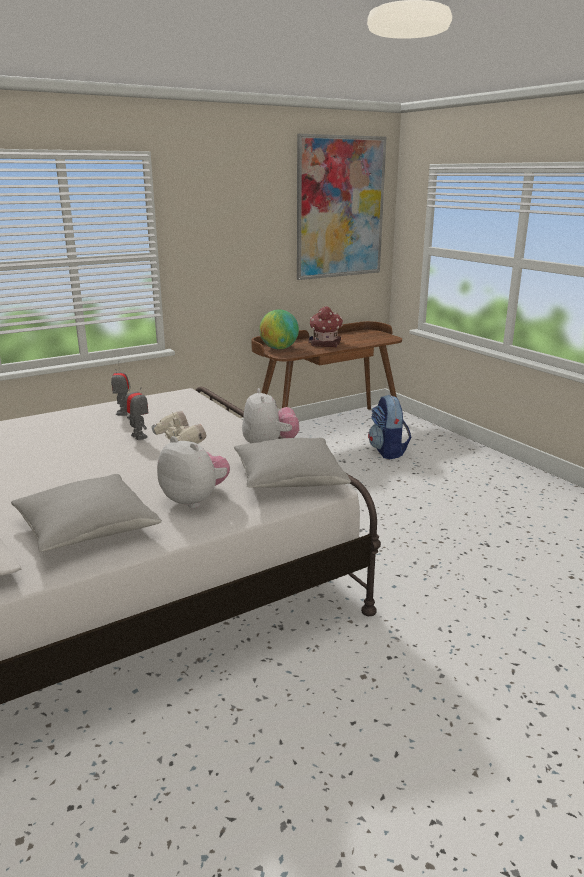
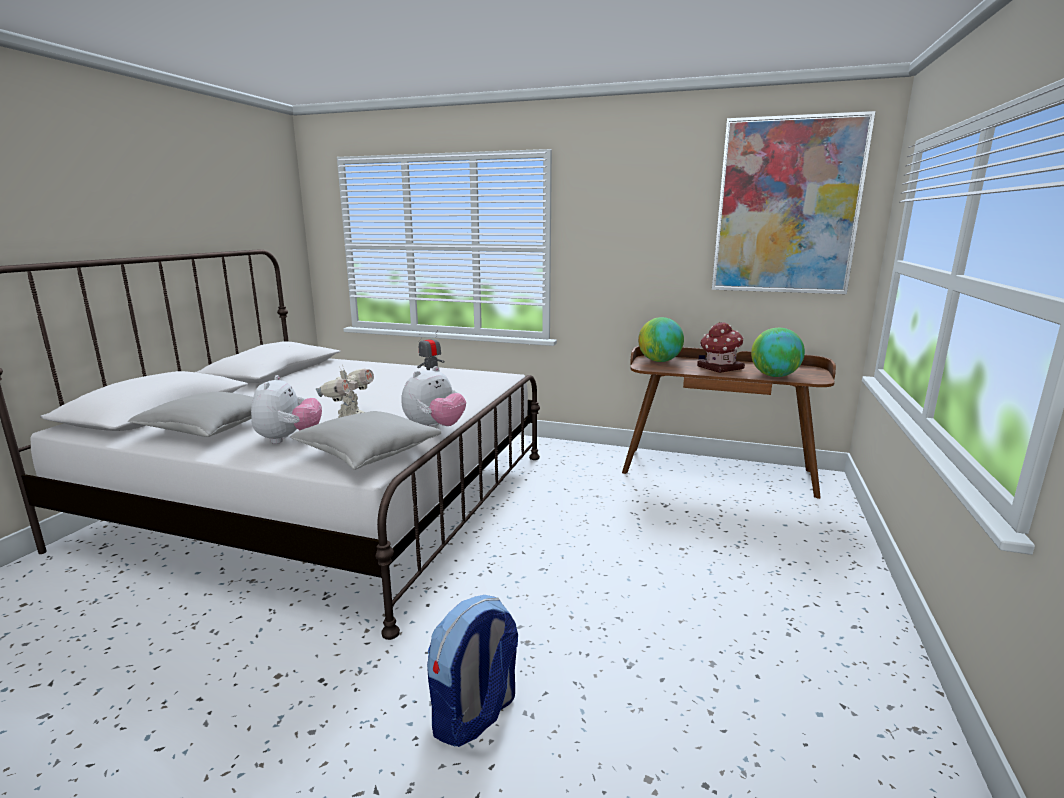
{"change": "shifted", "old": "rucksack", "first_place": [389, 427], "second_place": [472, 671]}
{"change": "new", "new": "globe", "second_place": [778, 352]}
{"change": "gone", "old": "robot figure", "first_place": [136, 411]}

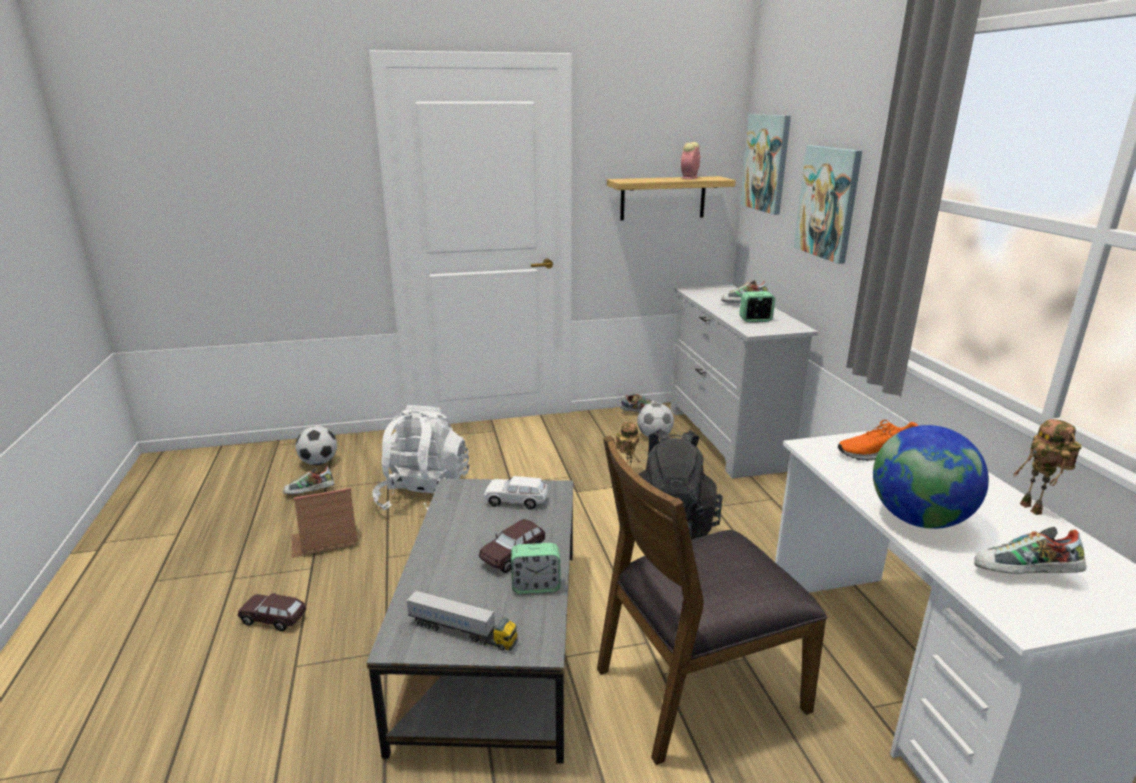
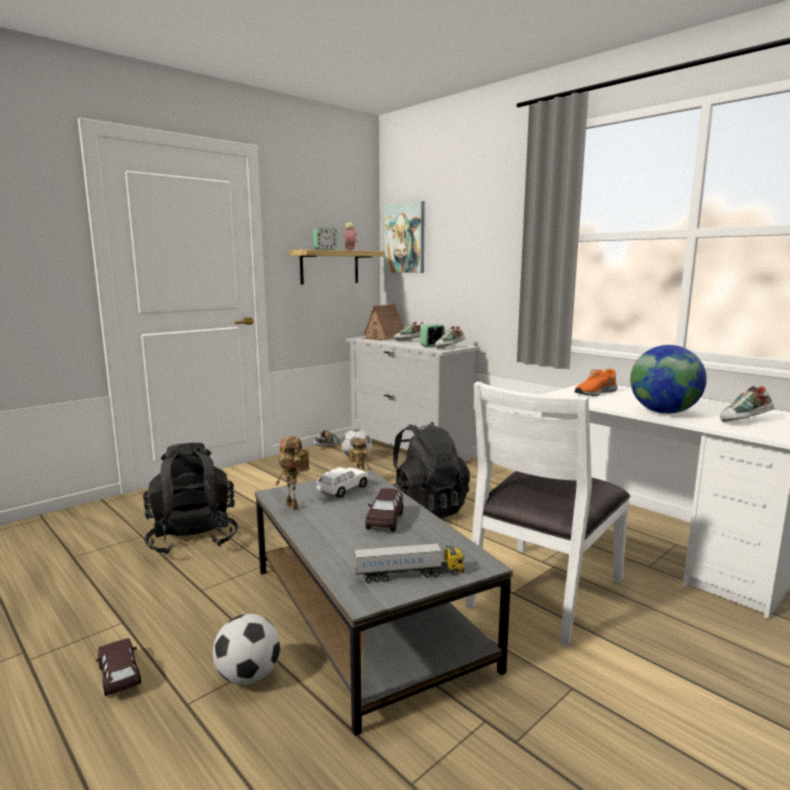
{"change": "rotated", "old": "brownish toy car", "first_place": [272, 612], "second_place": [118, 667], "degrees": 75}
{"change": "repainted", "old": "white rucksack", "new": "black-coloured rucksack", "first_place": [421, 457], "second_place": [190, 499]}
{"change": "shifted", "old": "football ball", "first_place": [316, 445], "second_place": [246, 649]}
{"change": "shifted", "old": "robot figure", "first_place": [1047, 467], "second_place": [292, 473]}
{"change": "shifted", "old": "bedside clock", "first_place": [535, 568], "second_place": [325, 239]}
{"change": "rotated", "old": "white toy car", "first_place": [516, 493], "second_place": [342, 482], "degrees": 150}
{"change": "shifted", "old": "miniature house", "first_place": [324, 523], "second_place": [382, 322]}
{"change": "shifted", "old": "item of footwear", "first_place": [309, 480], "second_place": [450, 337]}
{"change": "repainted", "old": "brownish chair", "new": "white chair", "first_place": [712, 600], "second_place": [548, 514]}
{"change": "gone", "old": "wall picture", "first_place": [828, 204]}

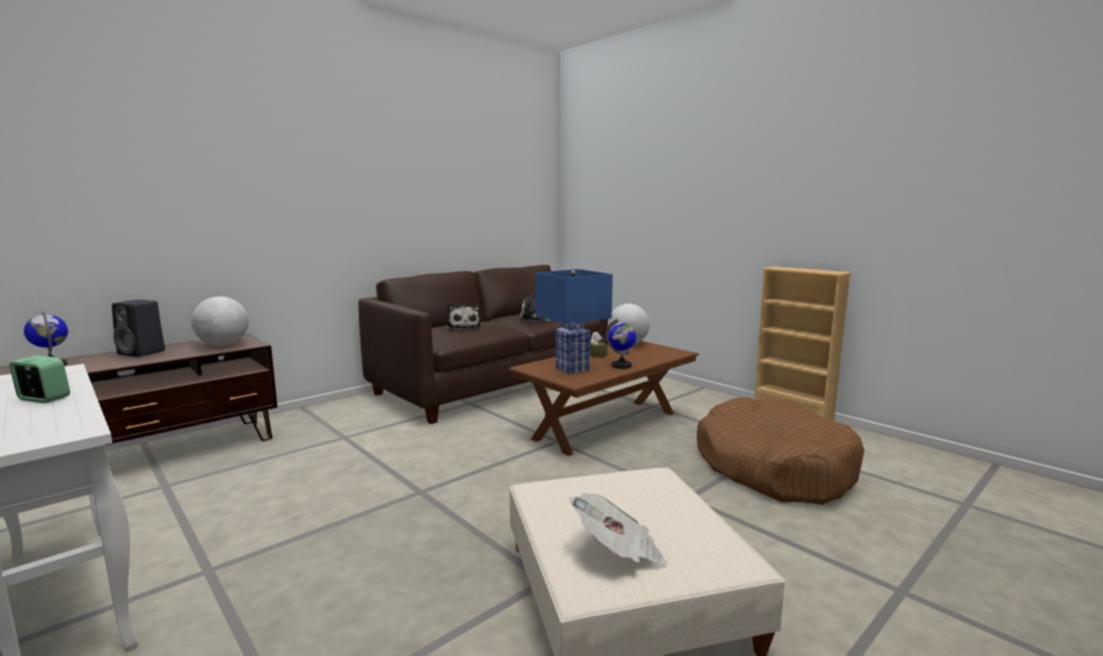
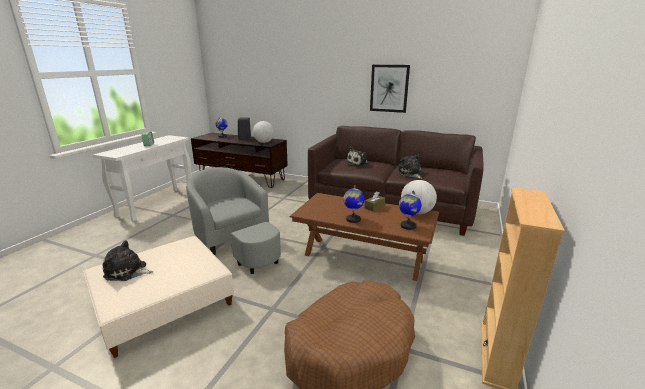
{"change": "swapped", "old": "printed paper", "new": "soft toy", "first_place": [618, 528], "second_place": [127, 260]}
{"change": "new", "new": "gray lounge chair", "second_place": [233, 220]}
{"change": "new", "new": "wall picture", "second_place": [390, 89]}
{"change": "new", "new": "globe", "second_place": [410, 210]}
{"change": "gone", "old": "blue-coloured table lamp", "first_place": [574, 321]}

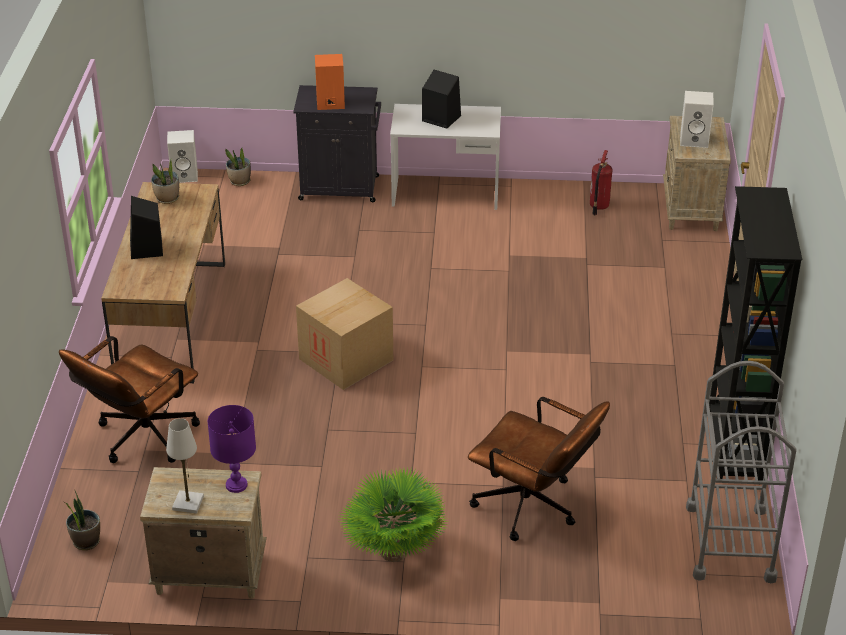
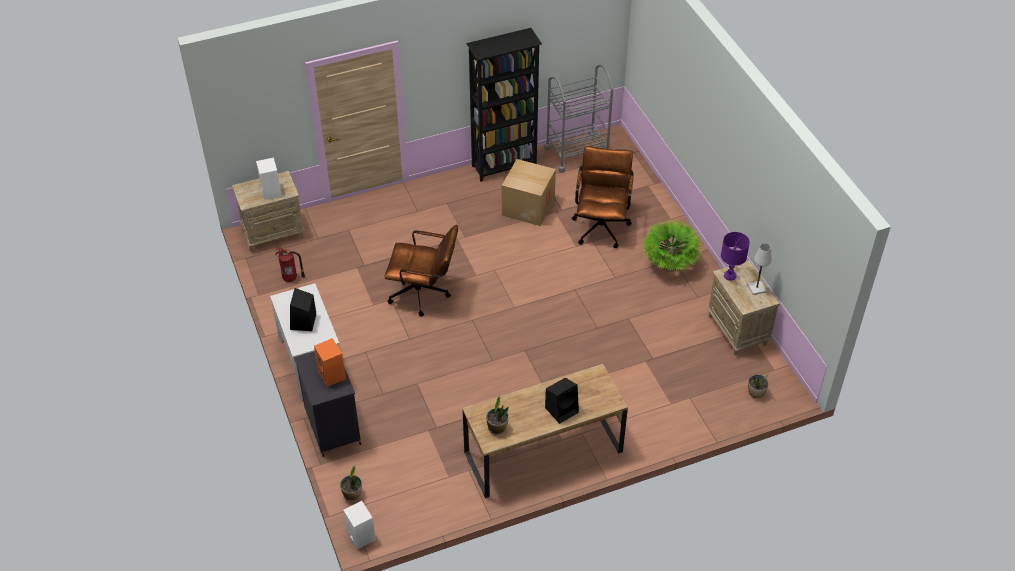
{"change": "shifted", "old": "brownish office chair", "first_place": [129, 399], "second_place": [421, 270]}
{"change": "shifted", "old": "cardboard box", "first_place": [344, 334], "second_place": [529, 192]}

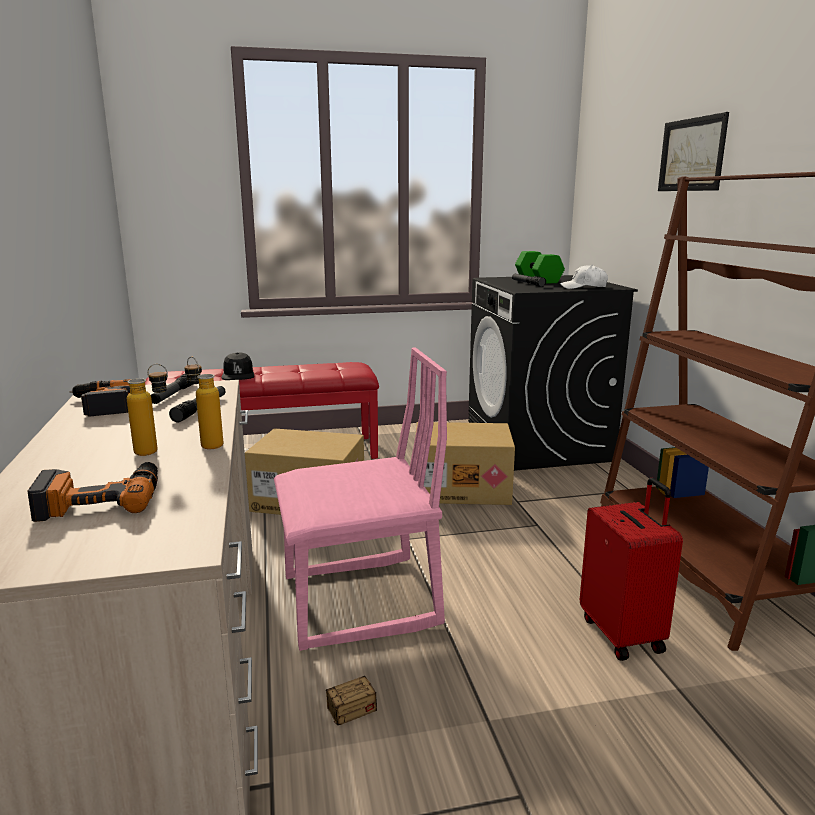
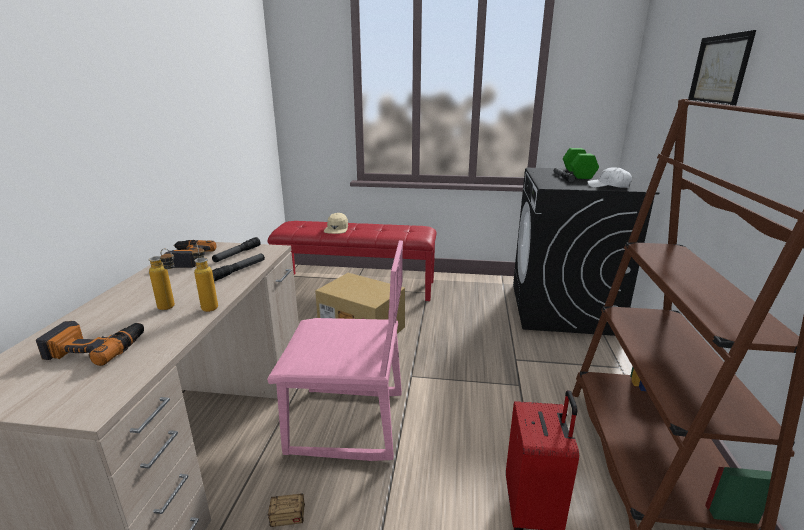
{"change": "repainted", "old": "black-coloured cap", "new": "beige-coloured cap", "first_place": [237, 366], "second_place": [336, 223]}
{"change": "gone", "old": "cardboard box", "first_place": [465, 463]}

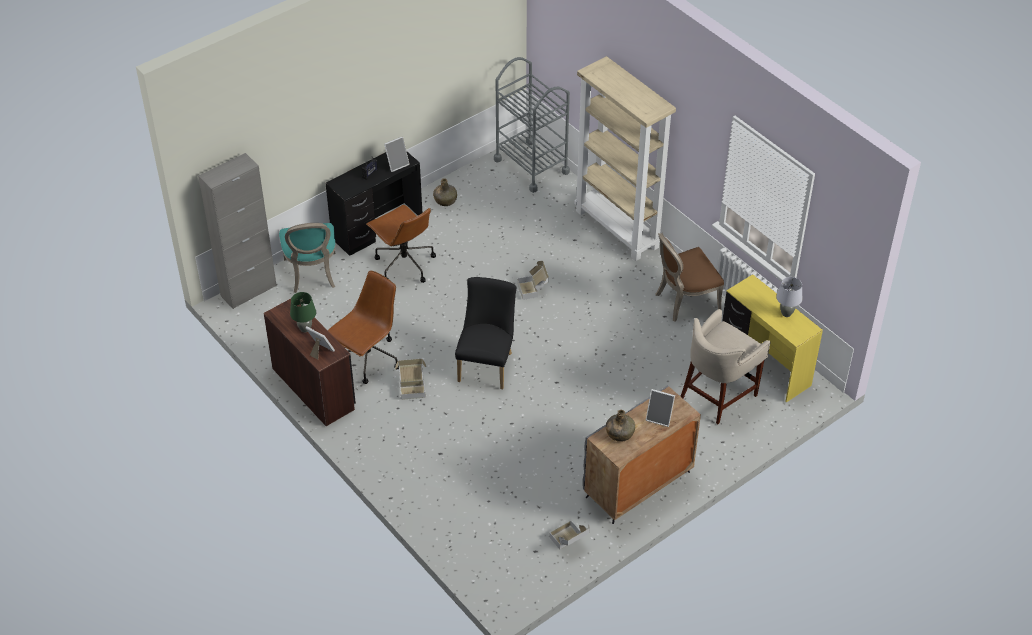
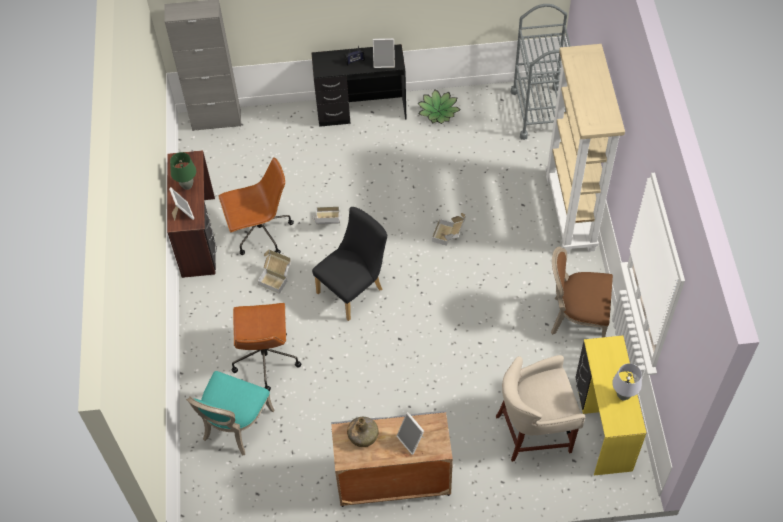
{"change": "shifted", "old": "turquoise chair", "first_place": [307, 258], "second_place": [230, 413]}
{"change": "shifted", "old": "brownish office chair", "first_place": [401, 244], "second_place": [266, 347]}
{"change": "shifted", "old": "cardboard box", "first_place": [569, 535], "second_place": [327, 215]}
{"change": "swapped", "old": "green drink bottle", "new": "plant in a pot", "first_place": [445, 192], "second_place": [439, 107]}

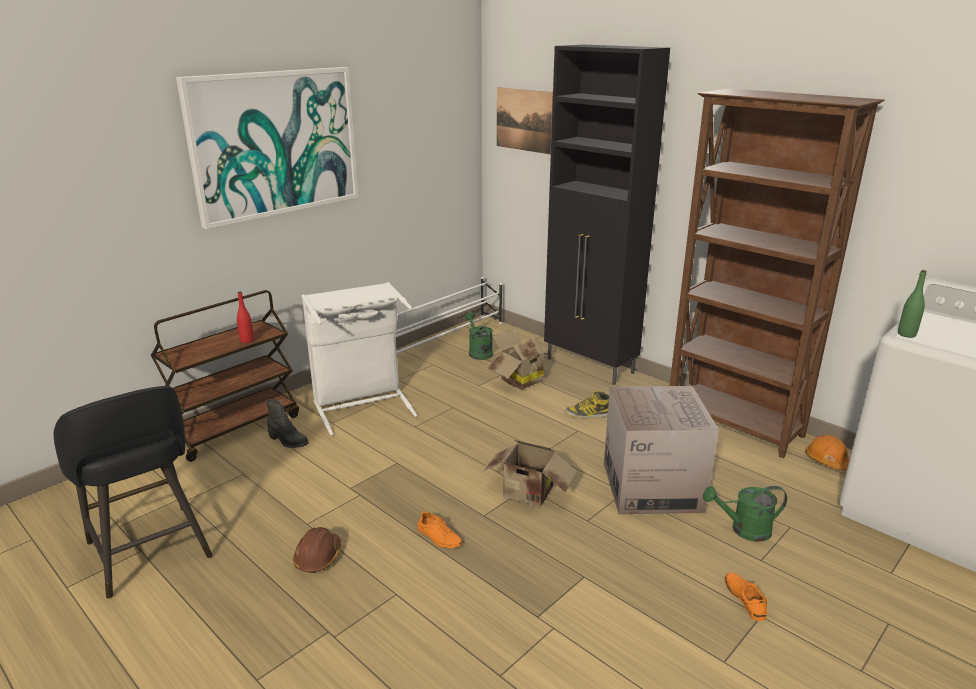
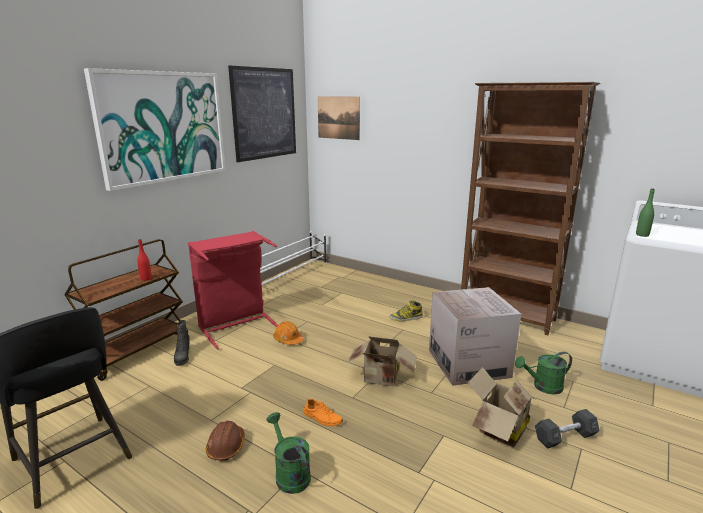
{"change": "rotated", "old": "black-coloured high-top boot", "first_place": [287, 423], "second_place": [182, 343], "degrees": 60}
{"change": "repainted", "old": "white washing basket", "new": "red-coloured washing basket", "first_place": [359, 359], "second_place": [233, 290]}
{"change": "new", "new": "wall picture", "second_place": [262, 114]}
{"change": "shifted", "old": "green watering pot", "first_place": [479, 336], "second_place": [288, 453]}
{"change": "shifted", "old": "orange-coloured work helmet", "first_place": [827, 453], "second_place": [288, 333]}
{"change": "shifted", "old": "cardboard box", "first_place": [521, 359], "second_place": [500, 407]}
{"change": "swapped", "old": "orange-coloured item of footwear", "new": "gray dumbbell", "first_place": [746, 596], "second_place": [567, 429]}
{"change": "gone", "old": "black-coloured cabinet", "first_place": [607, 215]}

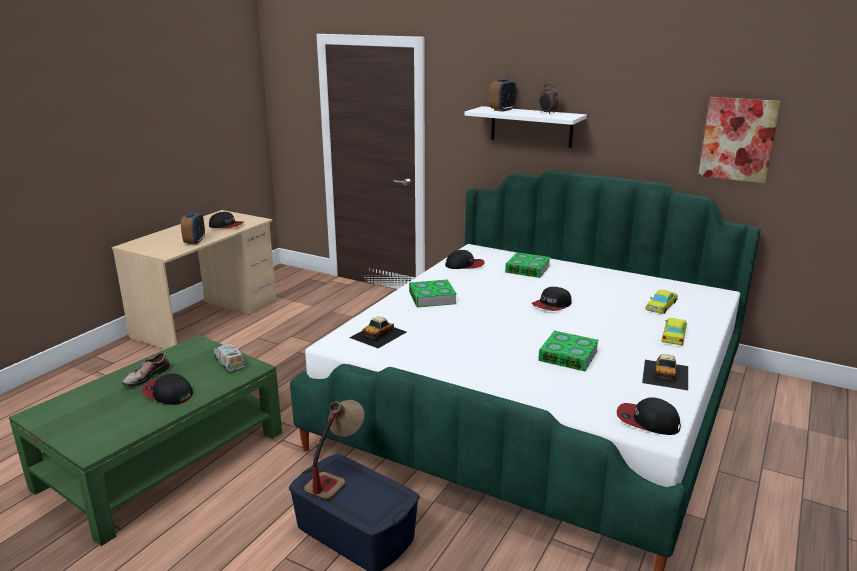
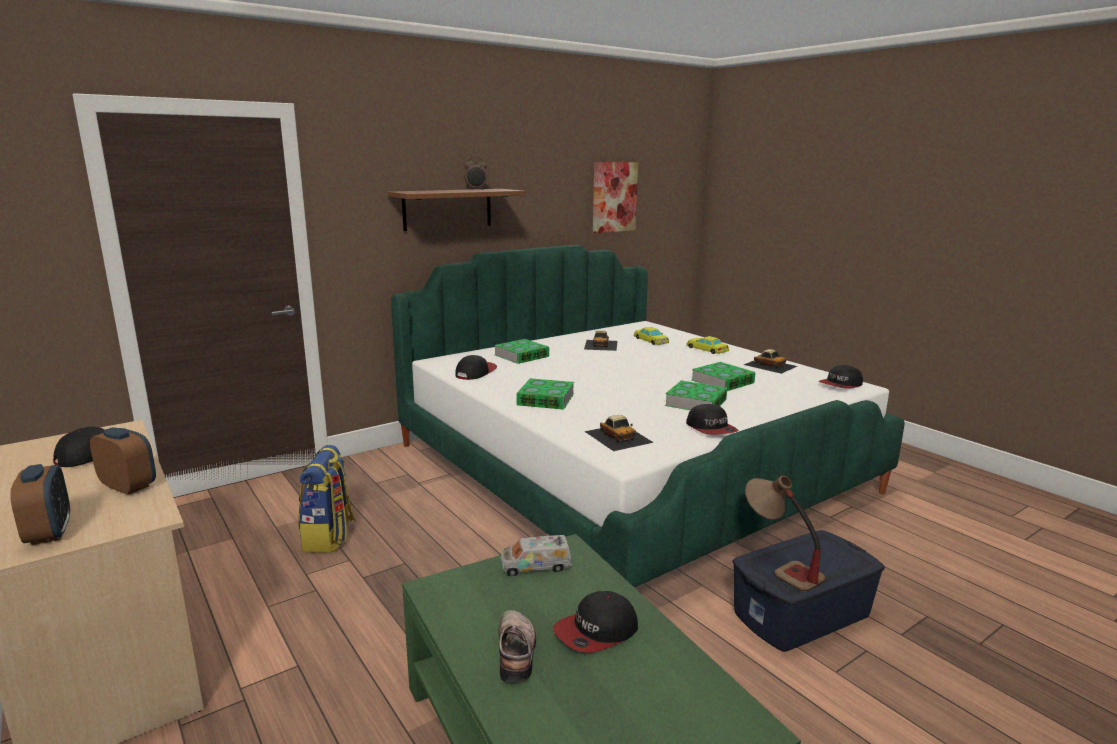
{"change": "shifted", "old": "bedside clock", "first_place": [503, 95], "second_place": [40, 504]}
{"change": "new", "new": "rucksack", "second_place": [327, 499]}
{"change": "repainted", "old": "white wall shelf", "new": "brownish wall shelf", "first_place": [525, 127], "second_place": [456, 210]}
{"change": "rotated", "old": "item of footwear", "first_place": [146, 369], "second_place": [517, 646], "degrees": -150}
{"change": "new", "new": "toy car", "second_place": [600, 340]}
{"change": "new", "new": "book", "second_place": [696, 395]}
{"change": "shifted", "old": "cap", "first_place": [552, 299], "second_place": [712, 419]}

